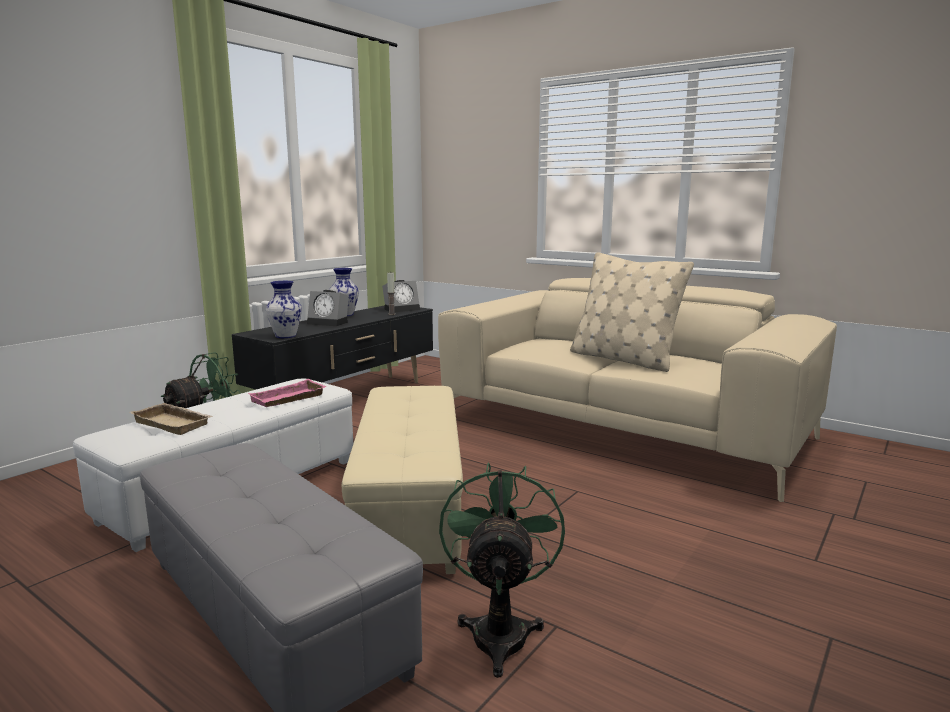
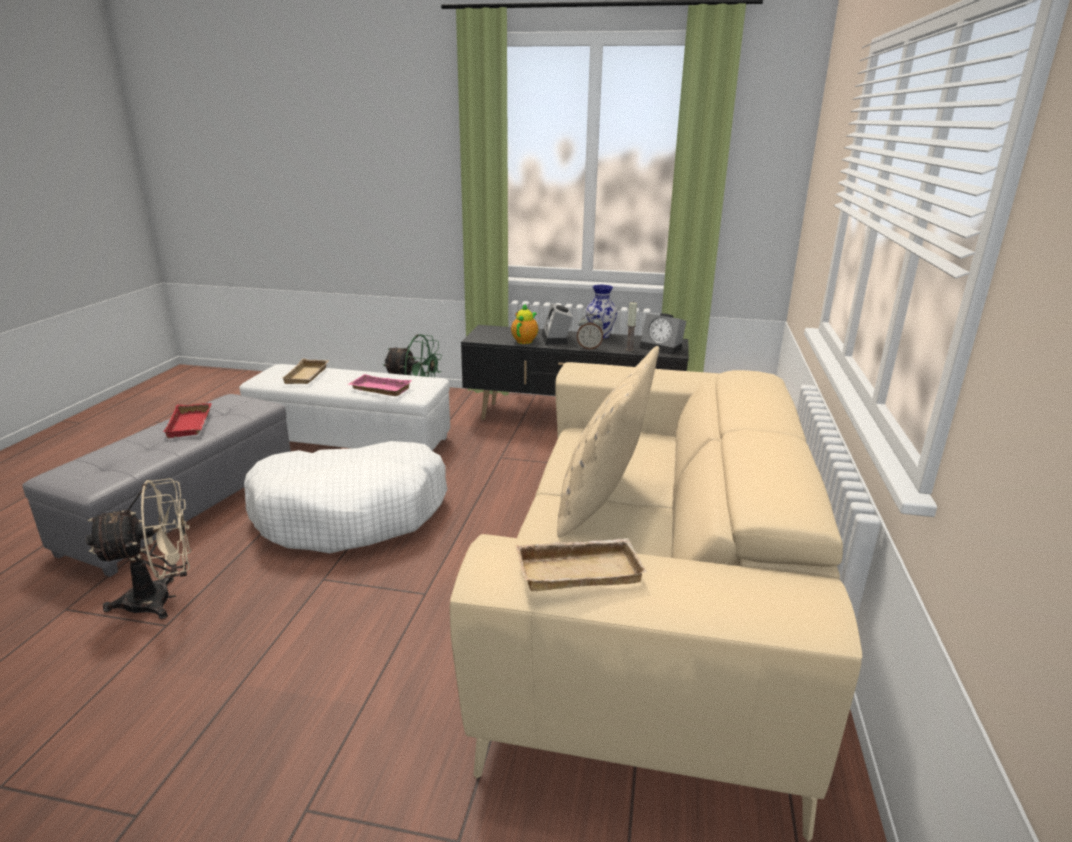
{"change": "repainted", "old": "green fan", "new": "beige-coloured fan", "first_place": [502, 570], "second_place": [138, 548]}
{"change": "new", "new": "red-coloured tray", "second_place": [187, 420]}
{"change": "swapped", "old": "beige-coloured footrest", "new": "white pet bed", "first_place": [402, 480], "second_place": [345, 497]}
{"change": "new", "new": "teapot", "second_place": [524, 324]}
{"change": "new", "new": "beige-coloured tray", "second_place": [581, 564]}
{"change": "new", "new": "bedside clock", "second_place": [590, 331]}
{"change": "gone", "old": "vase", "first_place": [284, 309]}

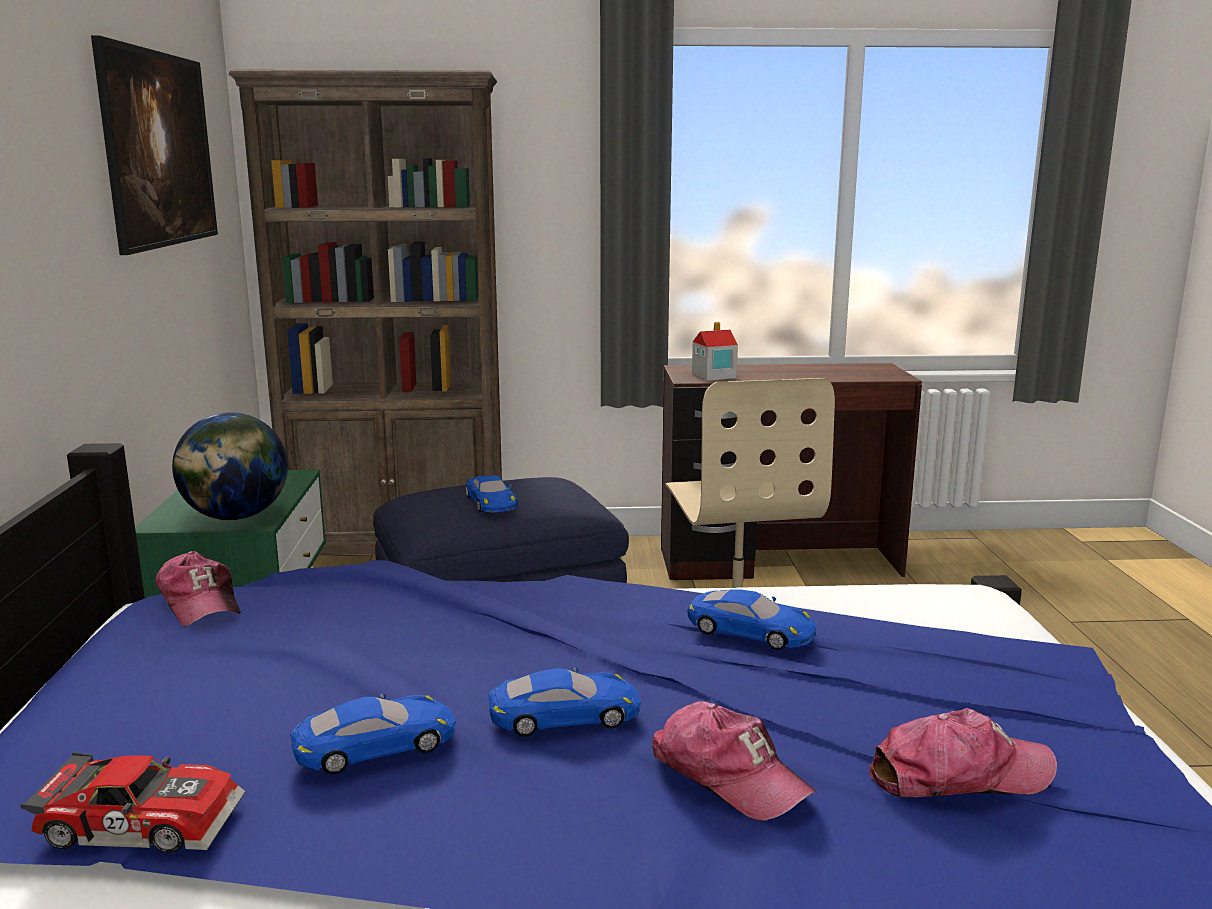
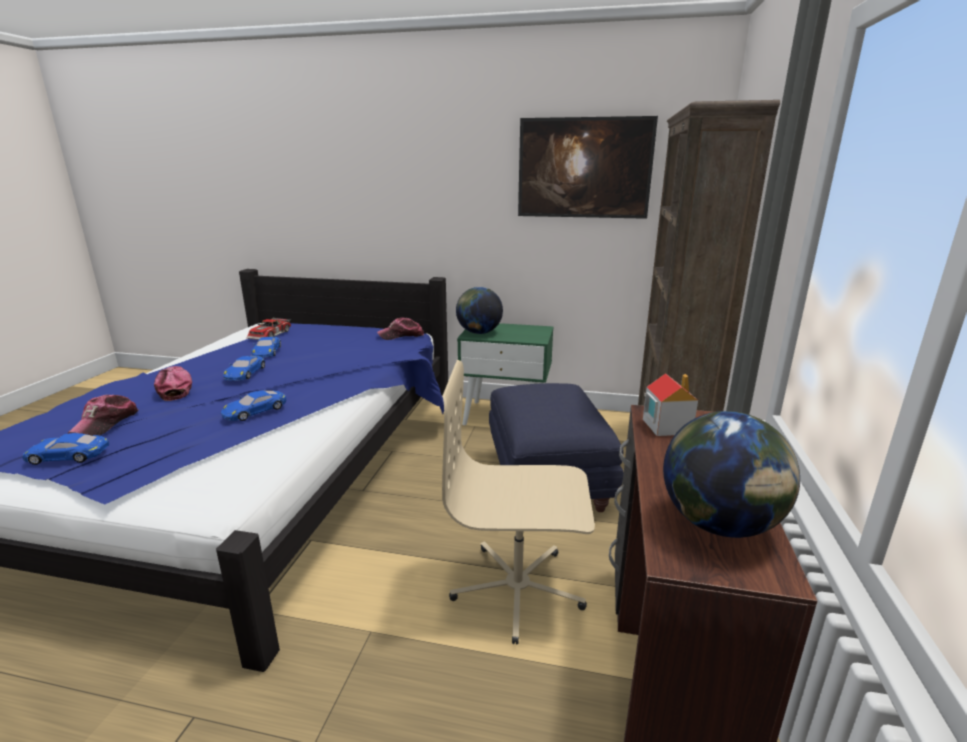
{"change": "shifted", "old": "blue-coloured toy car", "first_place": [491, 493], "second_place": [65, 449]}
{"change": "rotated", "old": "cap", "first_place": [734, 761], "second_place": [173, 383], "degrees": 90}
{"change": "new", "new": "globe", "second_place": [731, 474]}

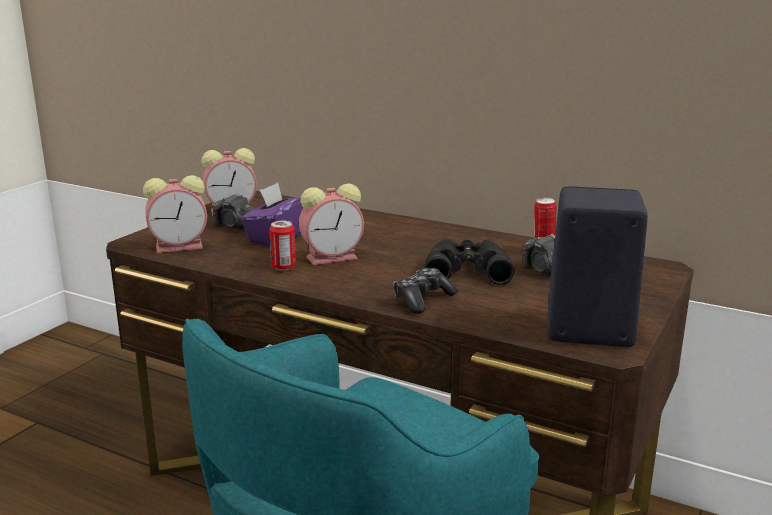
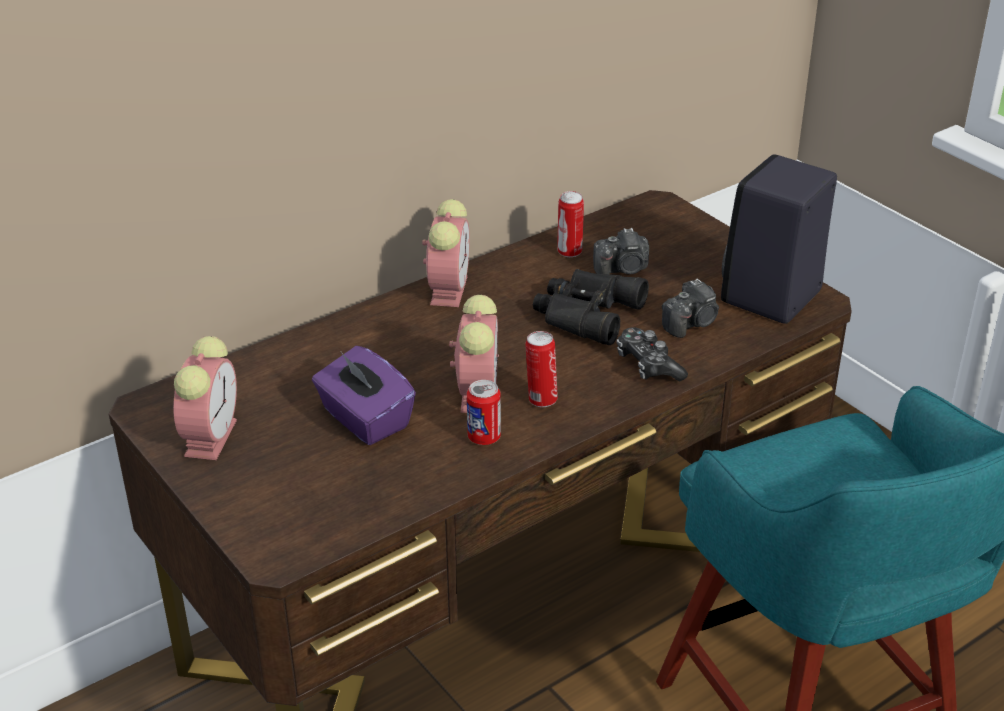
{"change": "shifted", "old": "bedside clock", "first_place": [175, 214], "second_place": [446, 253]}
{"change": "new", "new": "sealed can", "second_place": [541, 369]}
{"change": "shifted", "old": "photo camera", "first_place": [233, 211], "second_place": [690, 308]}

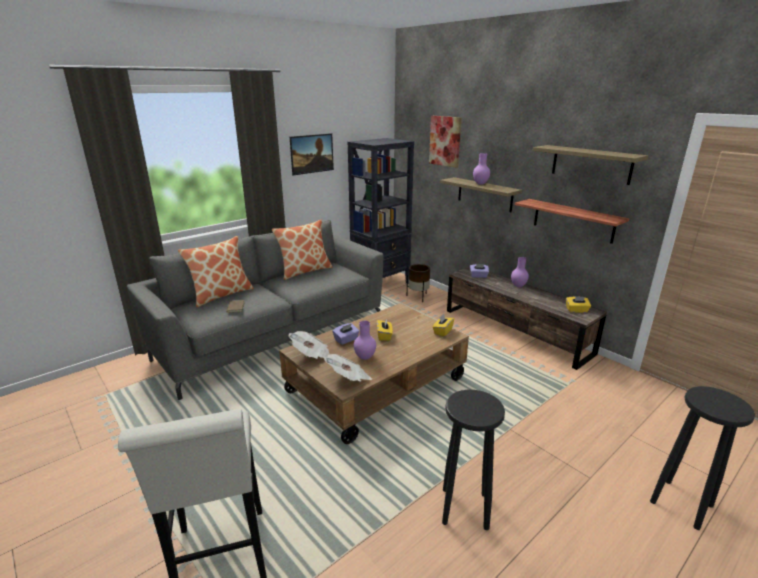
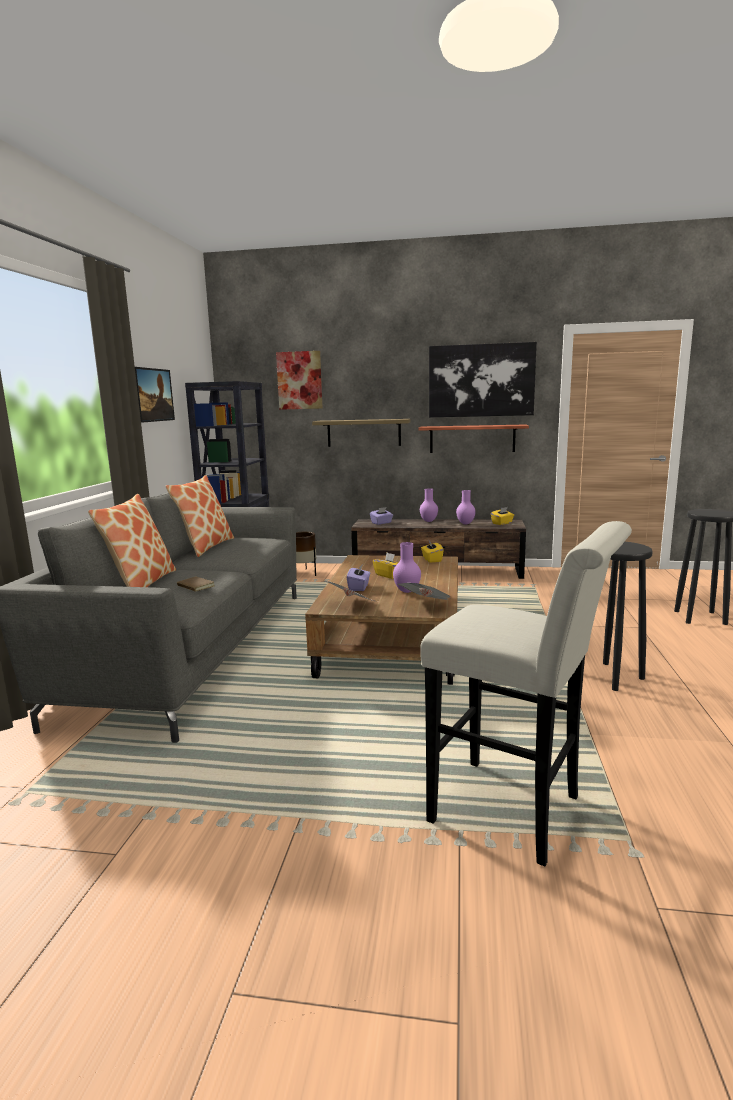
{"change": "swapped", "old": "wall shelf", "new": "wall picture", "first_place": [590, 165], "second_place": [483, 379]}
{"change": "shifted", "old": "purple vase", "first_place": [481, 169], "second_place": [466, 507]}

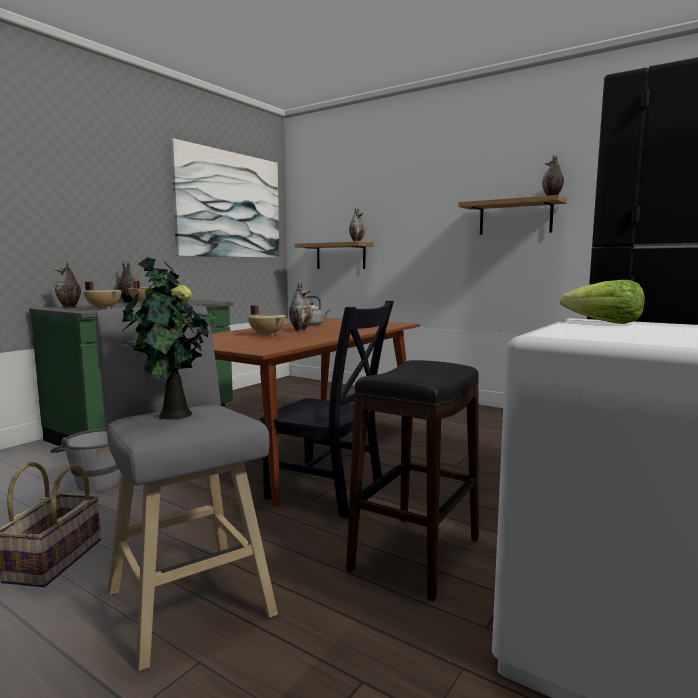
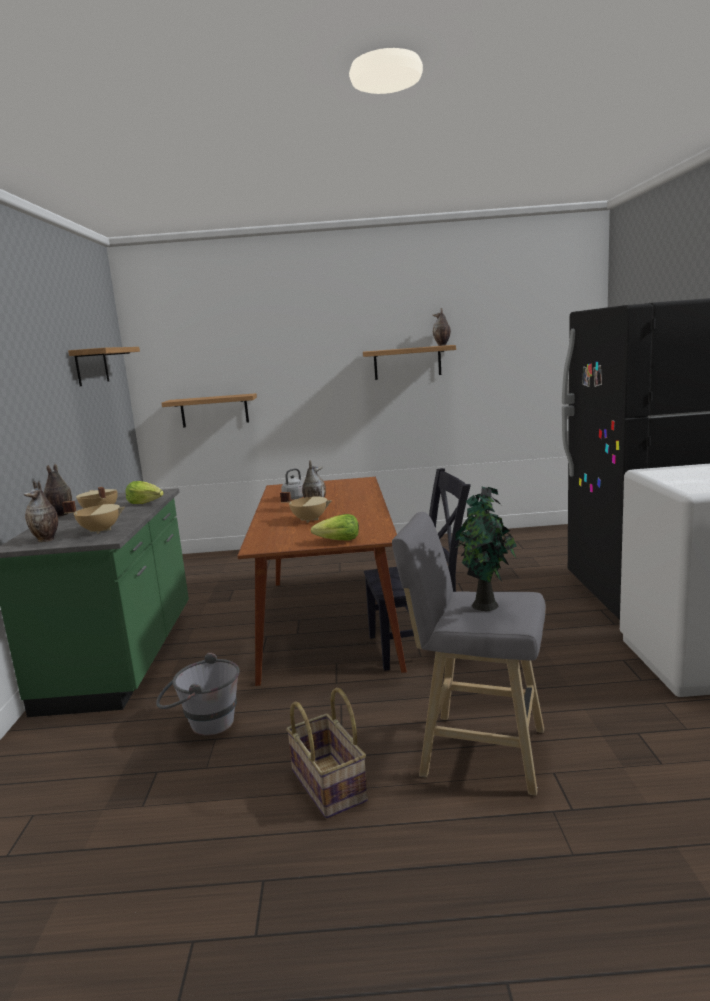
{"change": "swapped", "old": "wall picture", "new": "wall shelf", "first_place": [224, 198], "second_place": [104, 366]}
{"change": "shifted", "old": "lettuce", "first_place": [602, 302], "second_place": [335, 527]}
{"change": "gone", "old": "black-coloured stool", "first_place": [412, 480]}
{"change": "gone", "old": "vase", "first_place": [357, 225]}

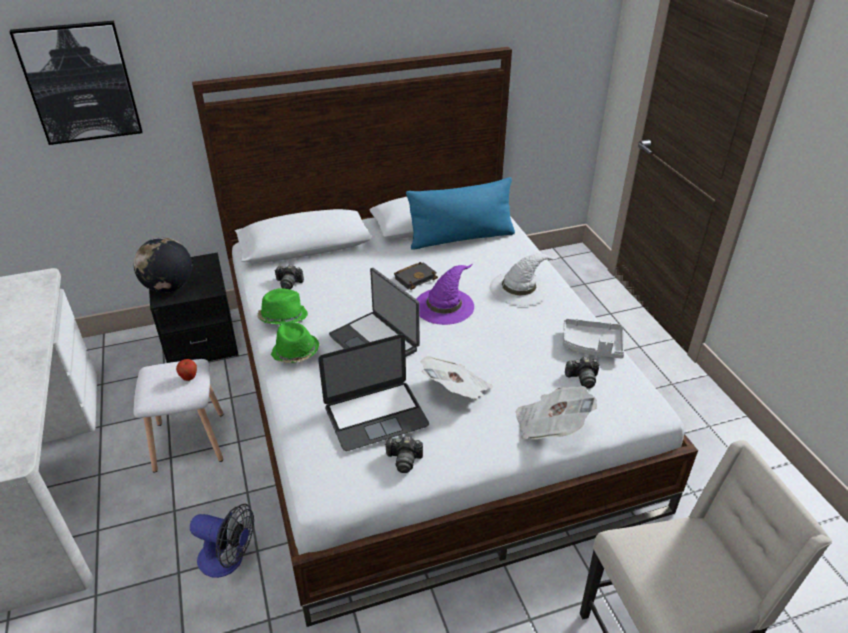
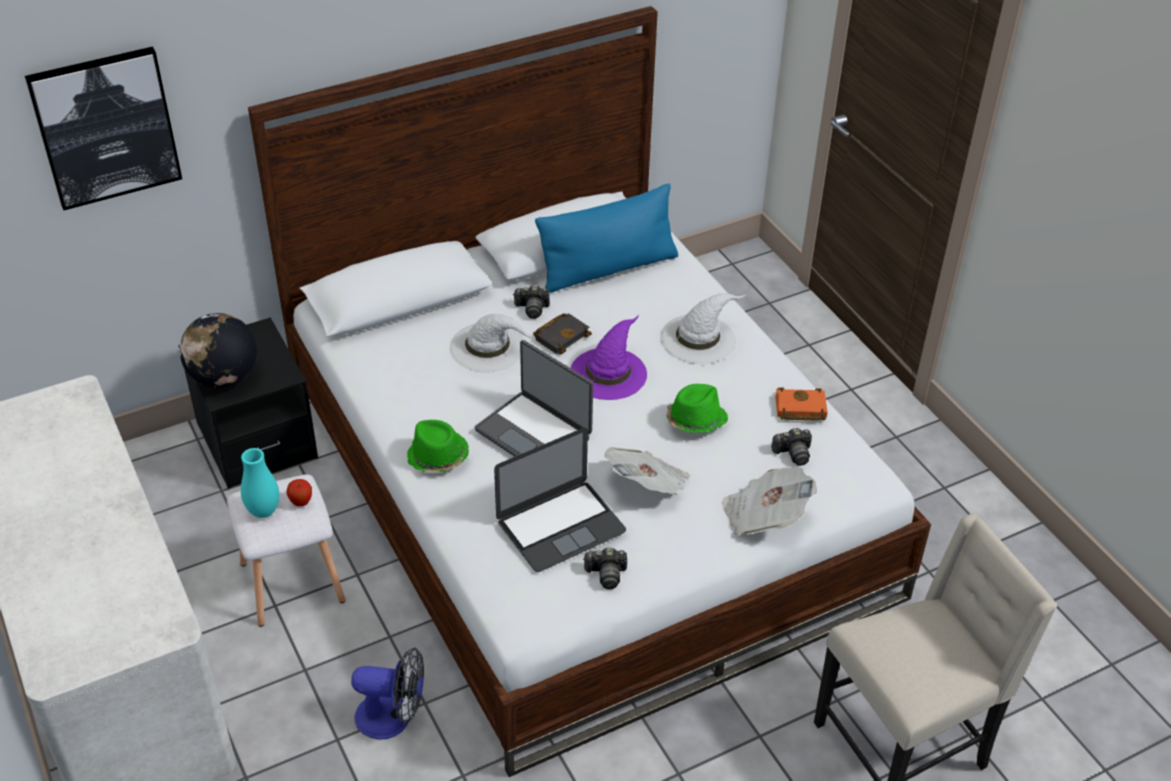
{"change": "new", "new": "turquoise vase", "second_place": [260, 483]}
{"change": "new", "new": "white wearable hat", "second_place": [492, 343]}
{"change": "shifted", "old": "photo camera", "first_place": [289, 276], "second_place": [531, 302]}
{"change": "shifted", "old": "green wearable hat", "first_place": [283, 306], "second_place": [697, 408]}
{"change": "swapped", "old": "gray tray", "new": "orange-coloured book", "first_place": [593, 338], "second_place": [801, 404]}

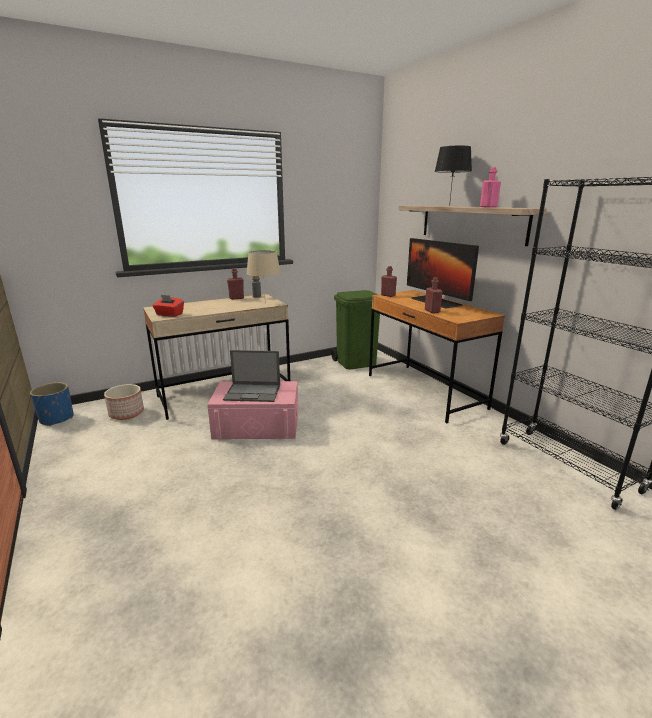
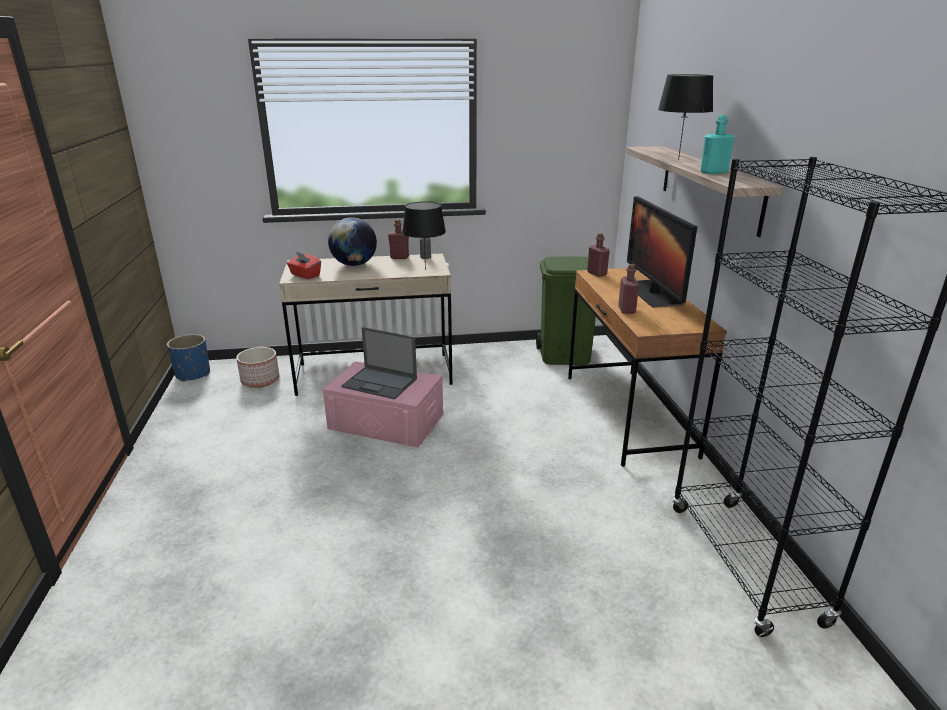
{"change": "new", "new": "globe", "second_place": [352, 241]}
{"change": "repainted", "old": "beige-coloured table lamp", "new": "black-coloured table lamp", "first_place": [263, 271], "second_place": [424, 236]}
{"change": "repainted", "old": "pink-coloured drink bottle", "new": "turquoise drink bottle", "first_place": [490, 187], "second_place": [717, 144]}

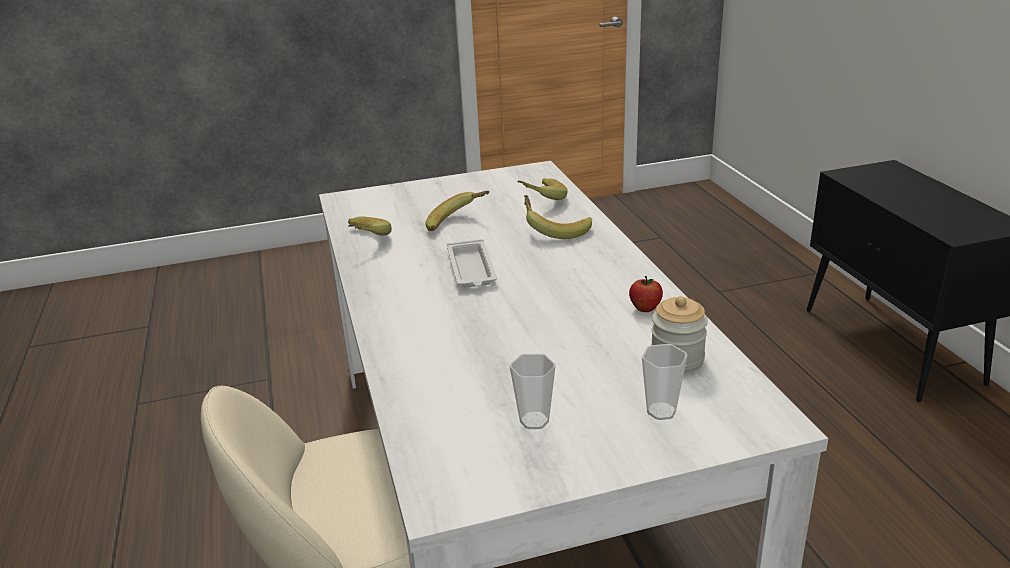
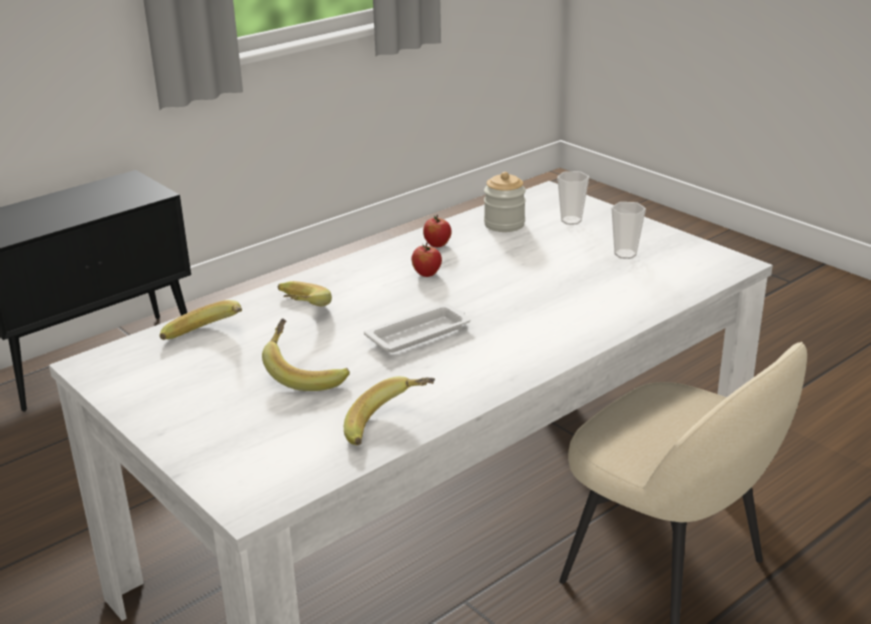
{"change": "new", "new": "apple", "second_place": [426, 260]}

